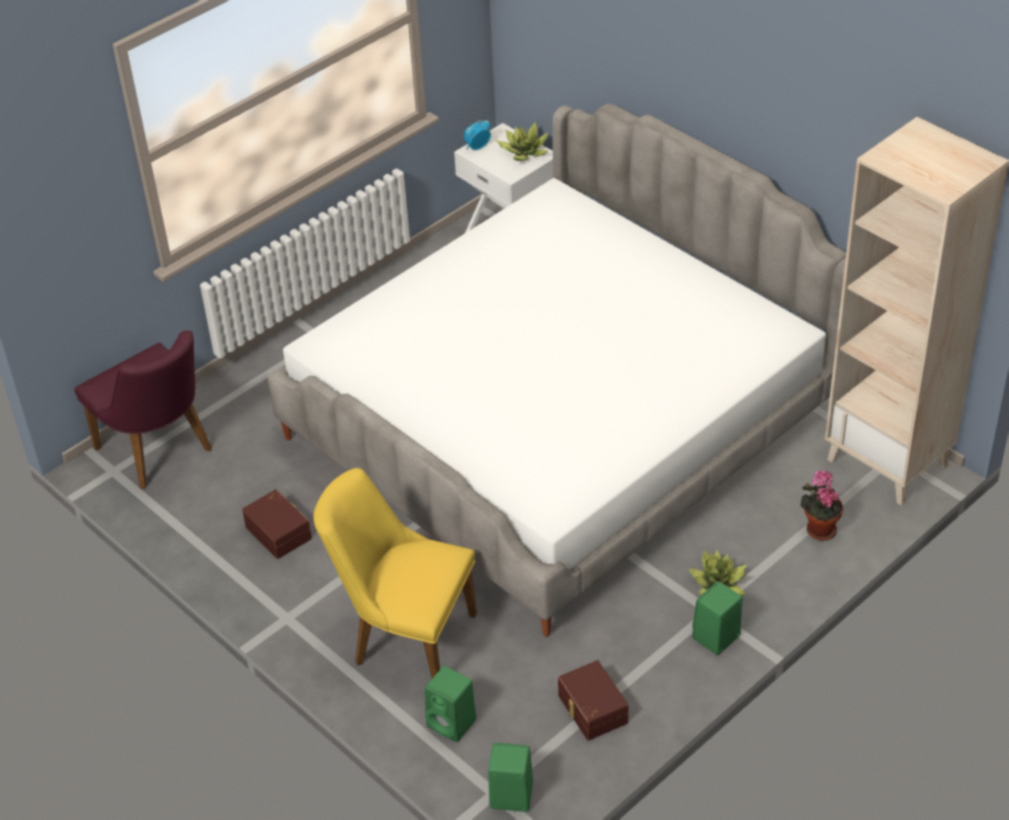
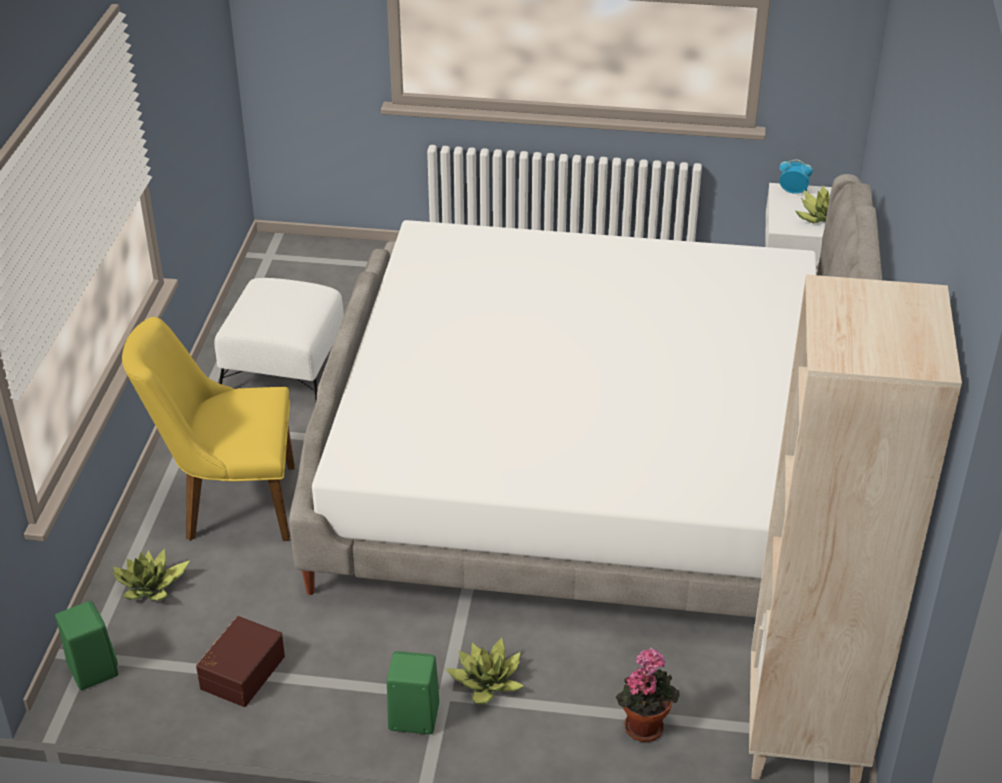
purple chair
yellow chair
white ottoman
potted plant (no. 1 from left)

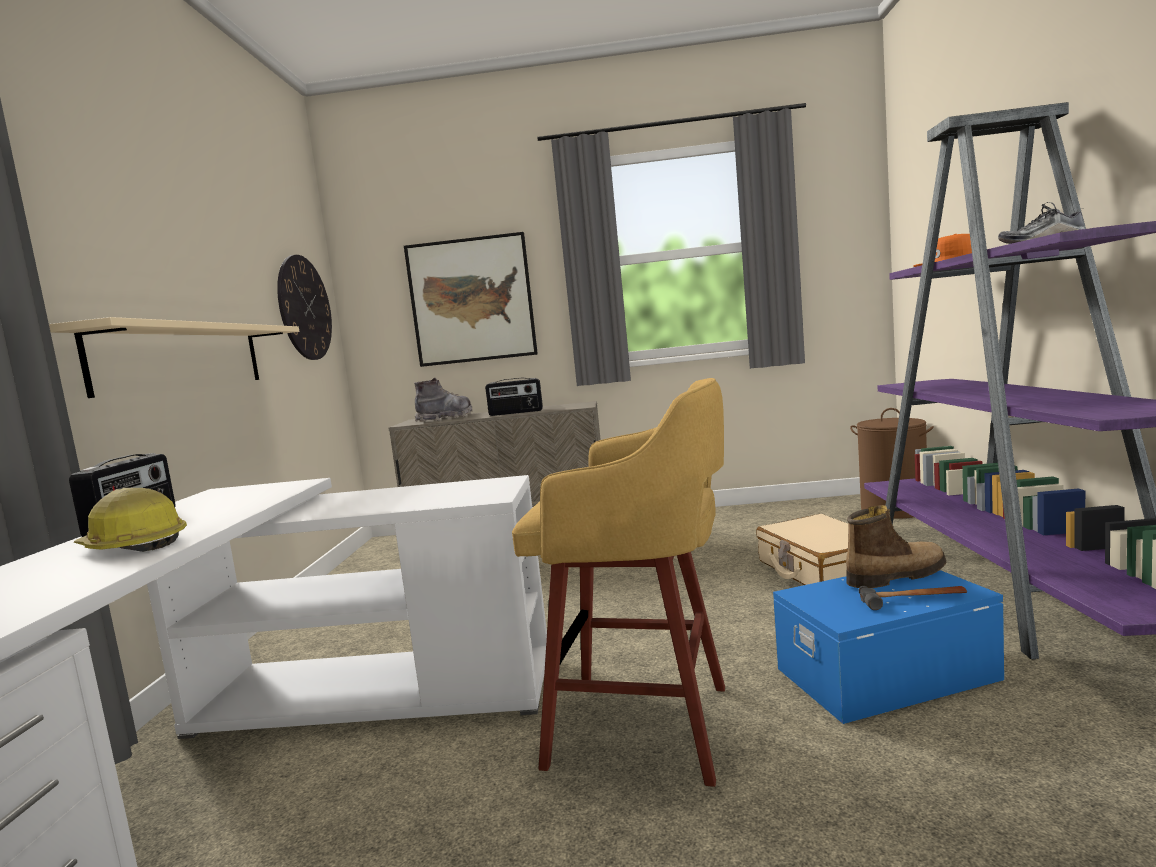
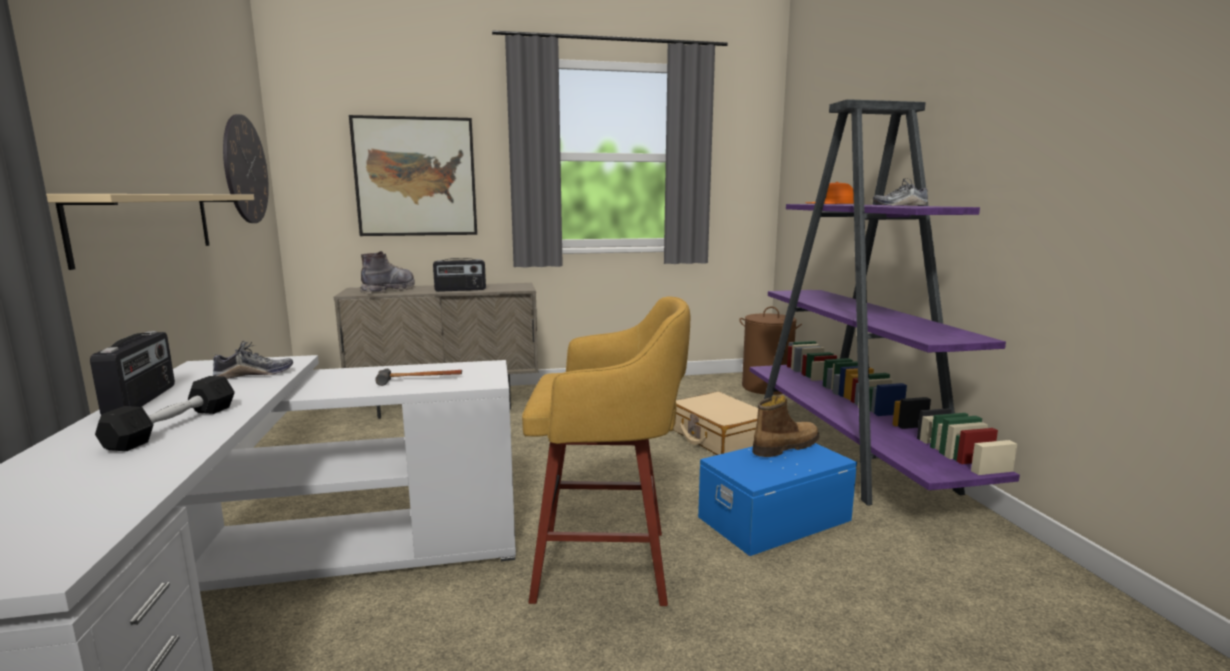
black dumbbell
hammer
shoe (no. 1 from left)

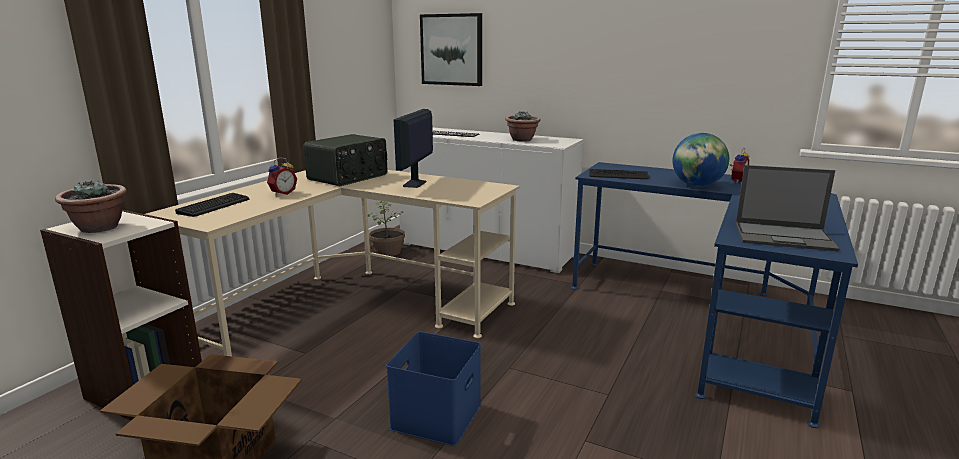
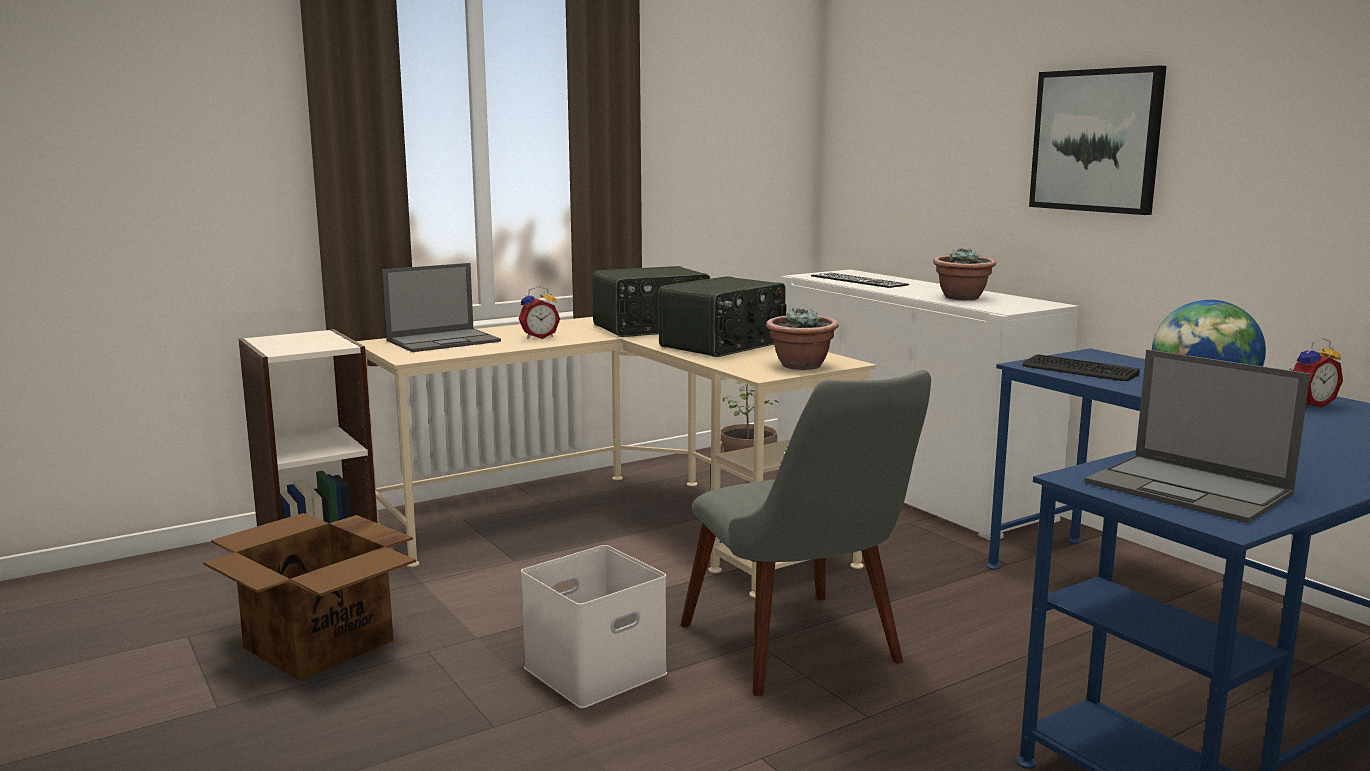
picture
radio (no. 2 from left)
potted plant (no. 2 from left)
laptop (no. 1 from left)
white storage box
grey chair

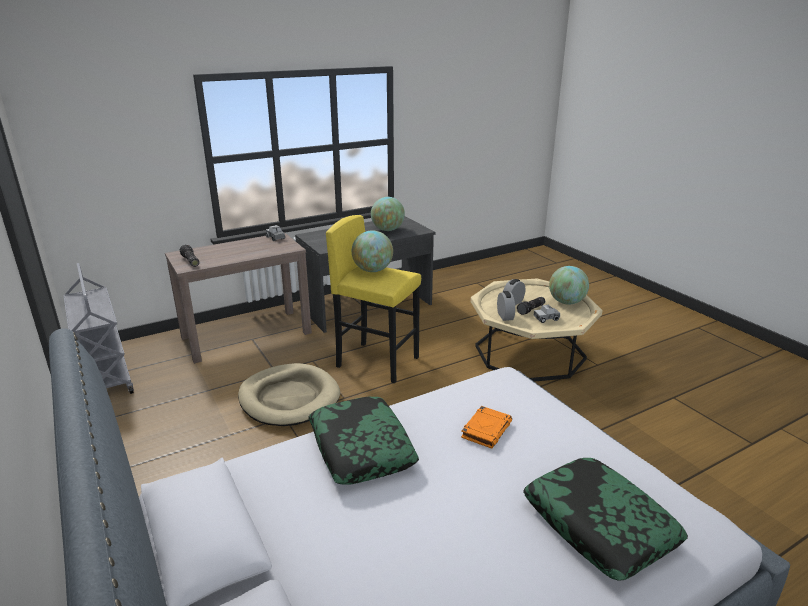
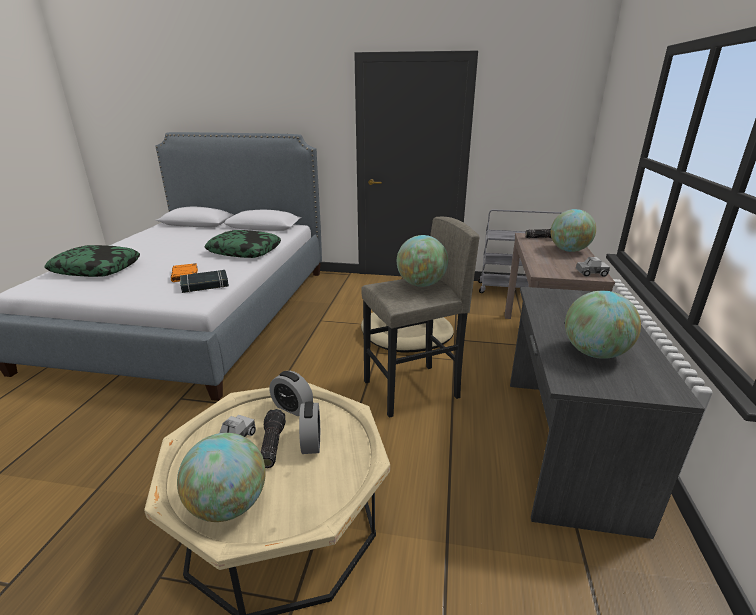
grey stool
globe (no. 3 from left)
black book

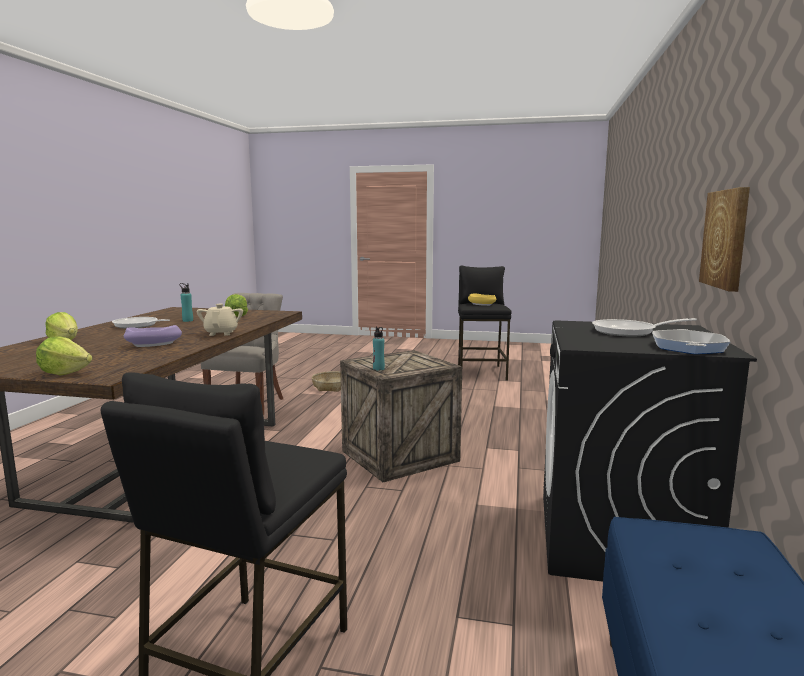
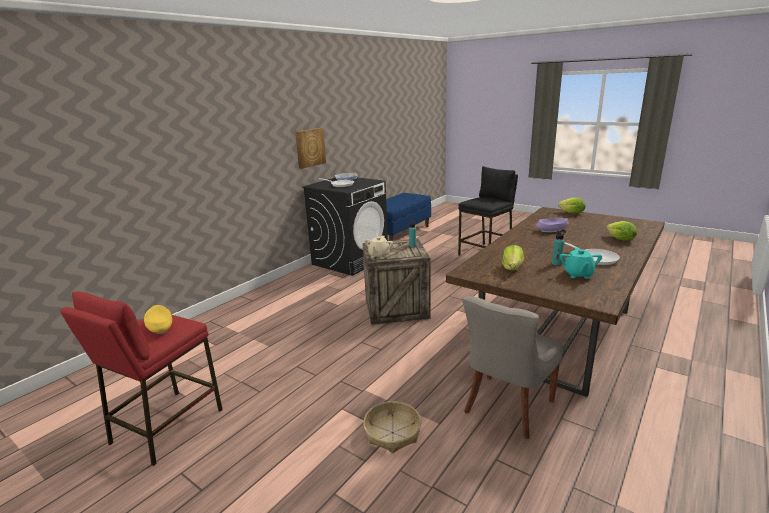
red stool
beige teapot
turquoise teapot

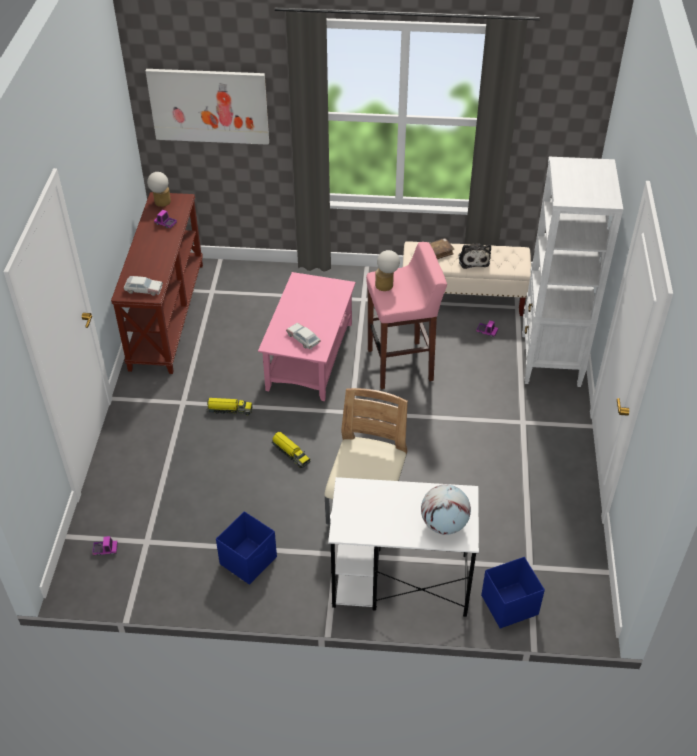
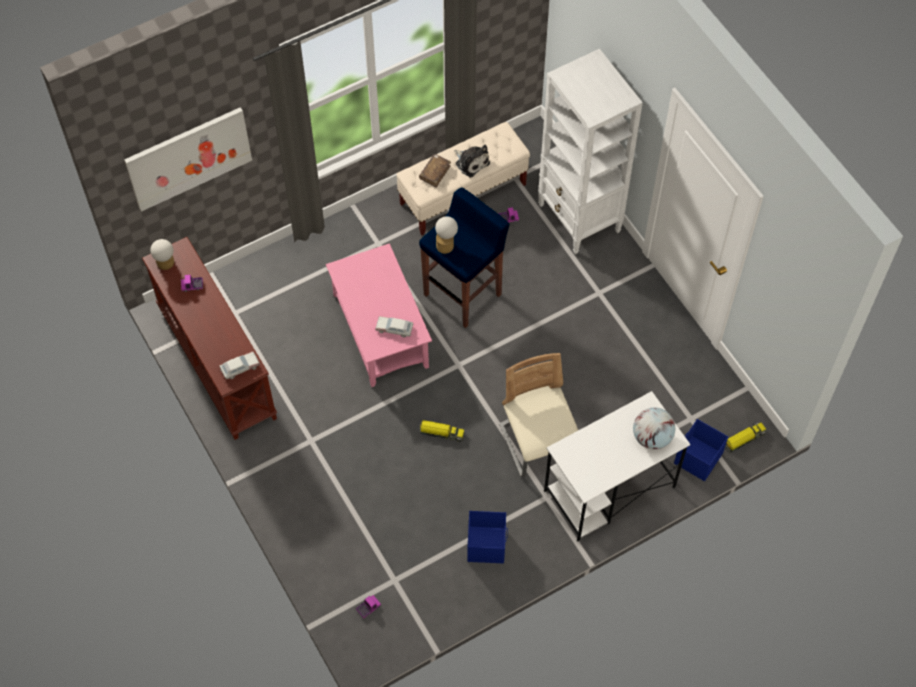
blue stool
toy truck (no. 5 from left)

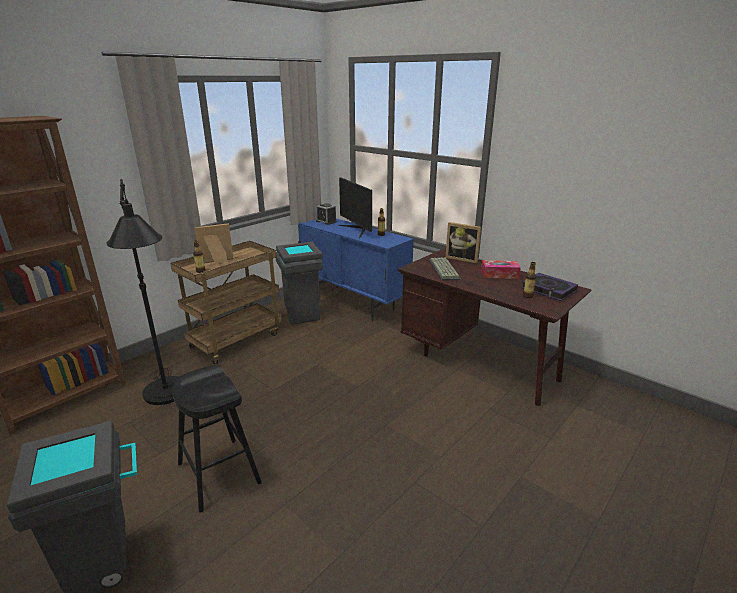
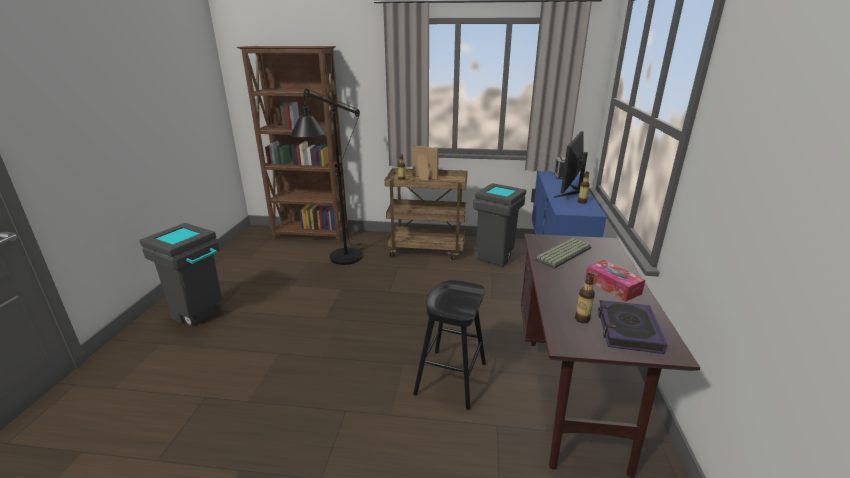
picture frame (no. 2 from left in the first image)
black stool

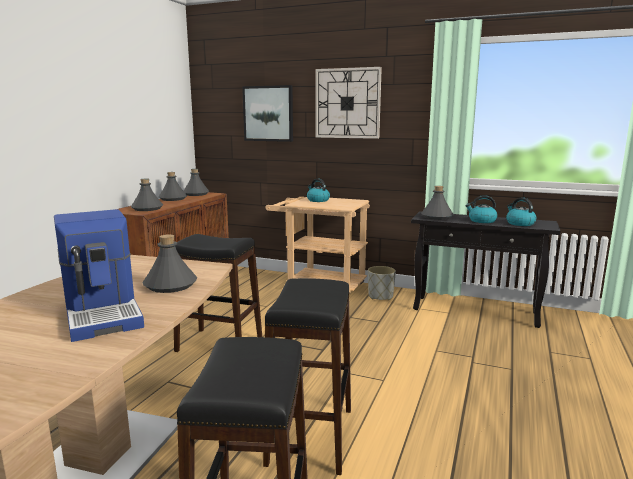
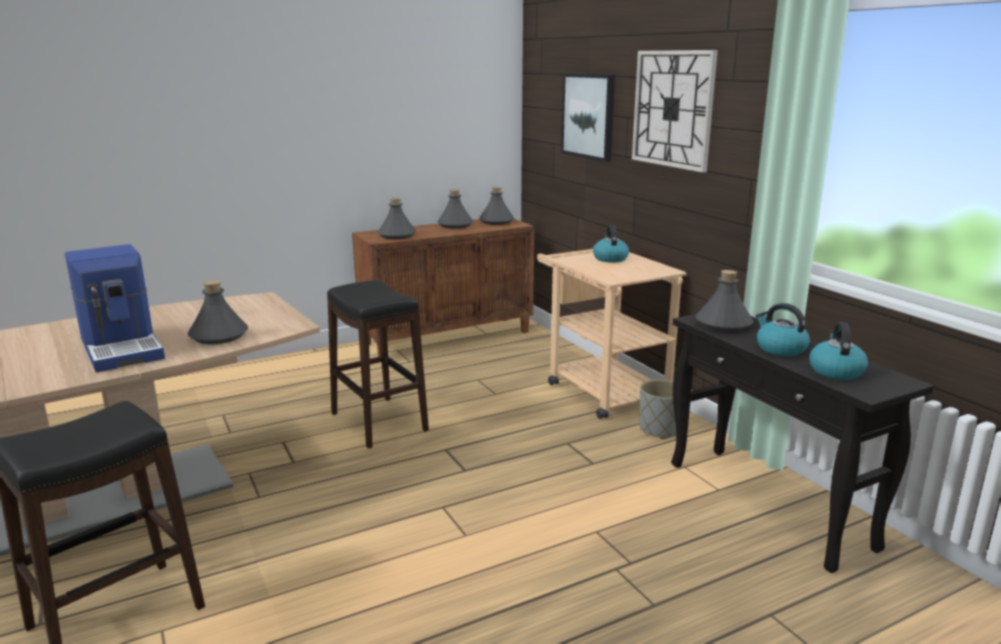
coffee machine
black stool (no. 3 from left in the first image)

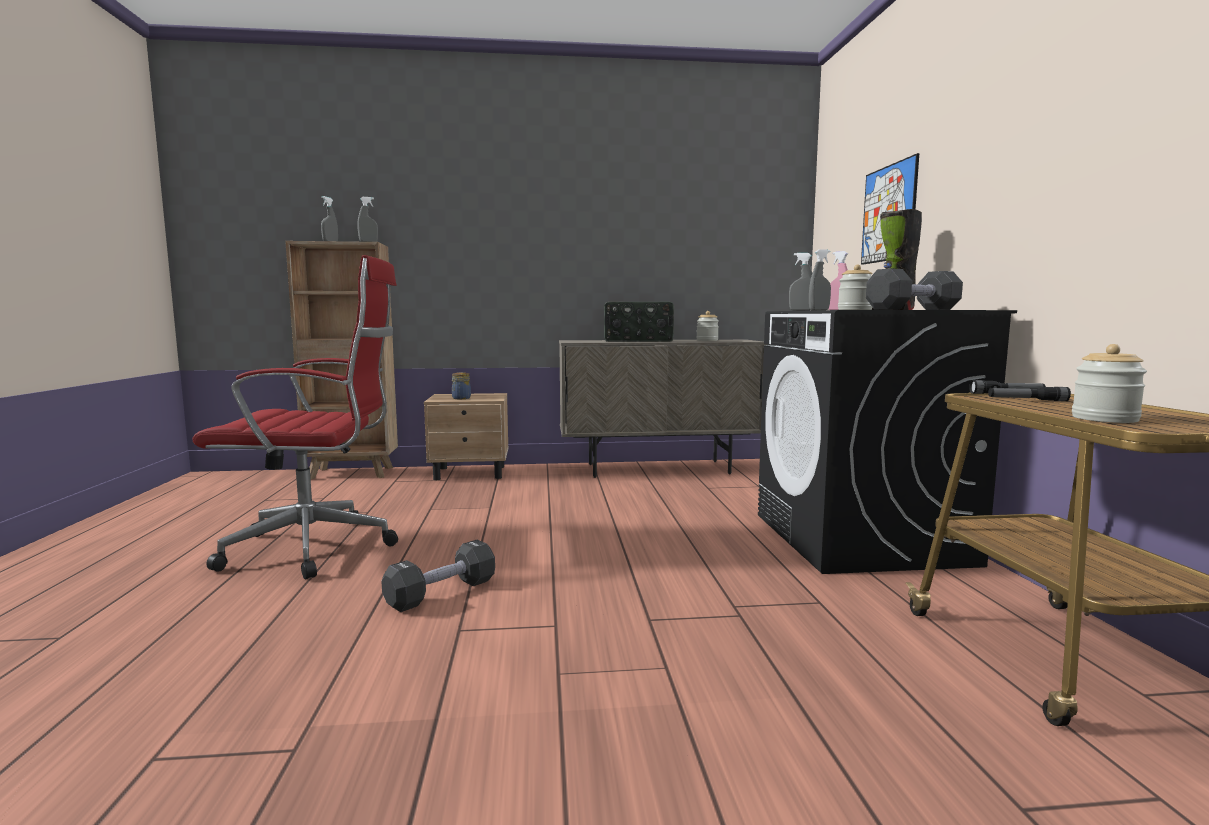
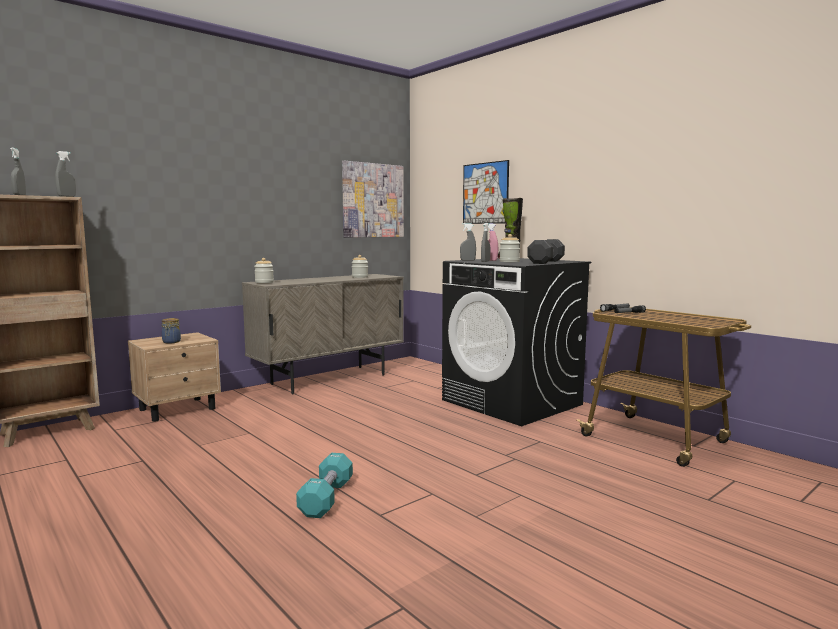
red office chair
radio
jar (no. 2 from left)
turquoise dumbbell
picture (no. 1 from left)

